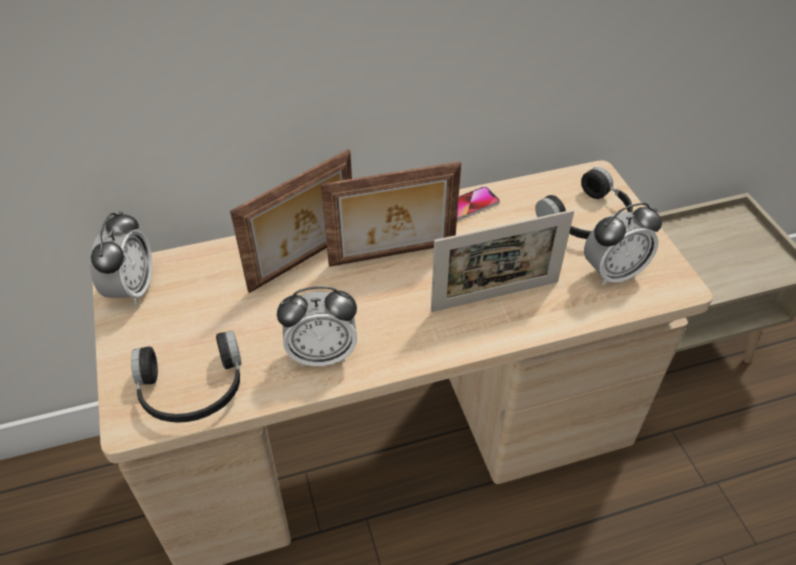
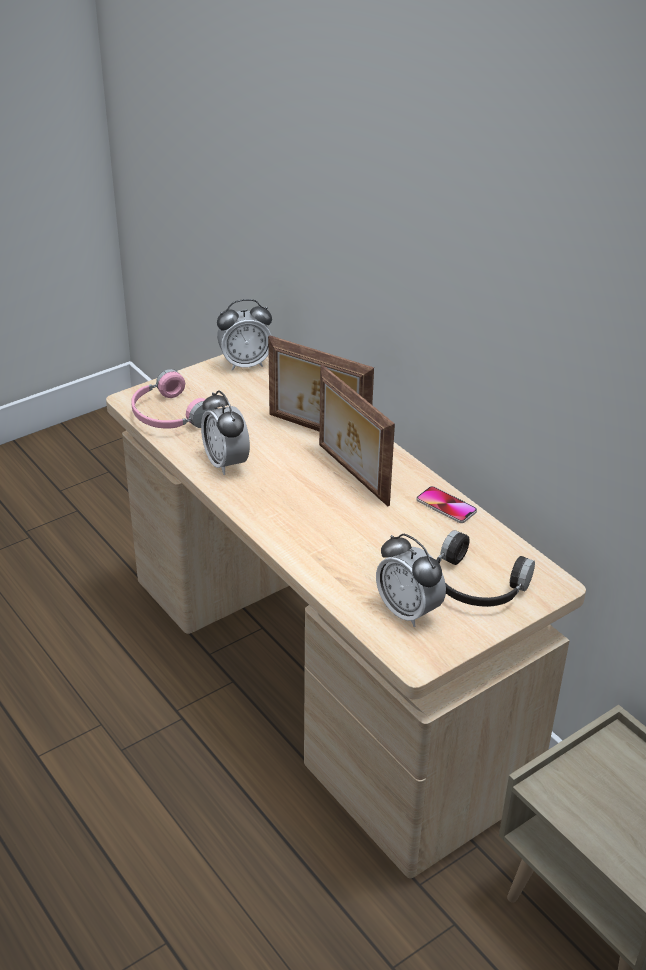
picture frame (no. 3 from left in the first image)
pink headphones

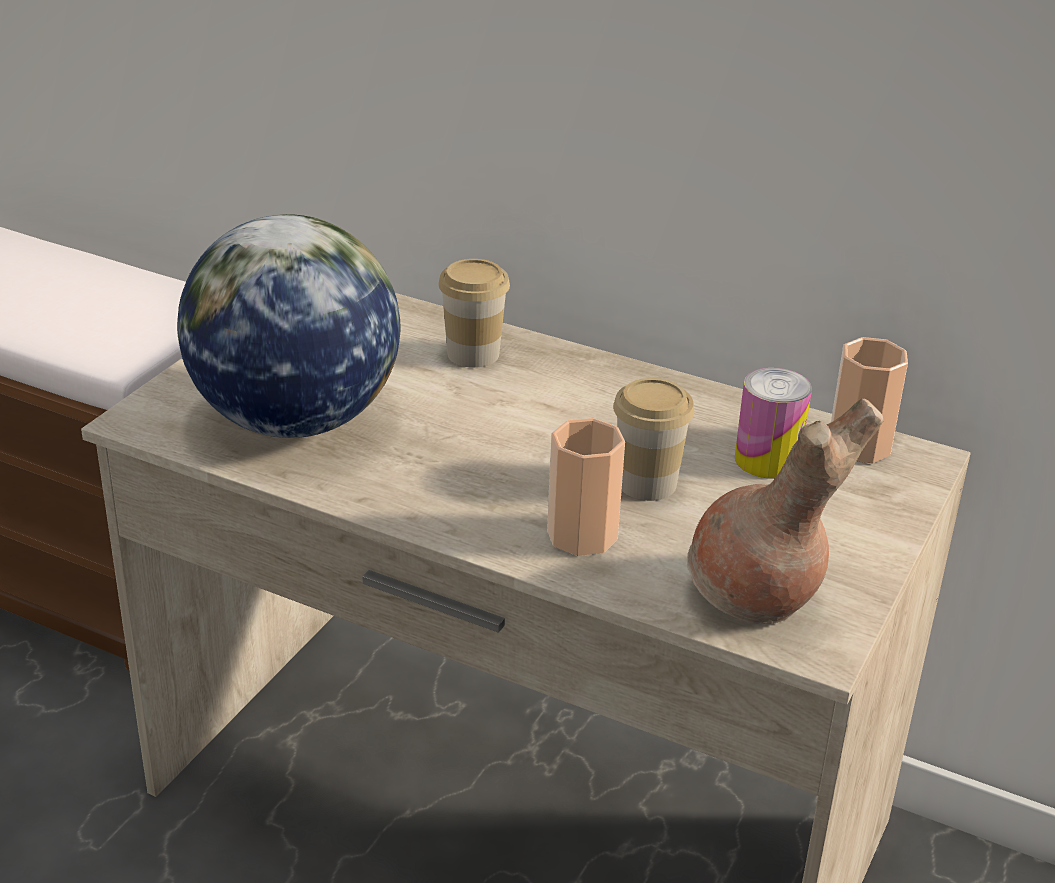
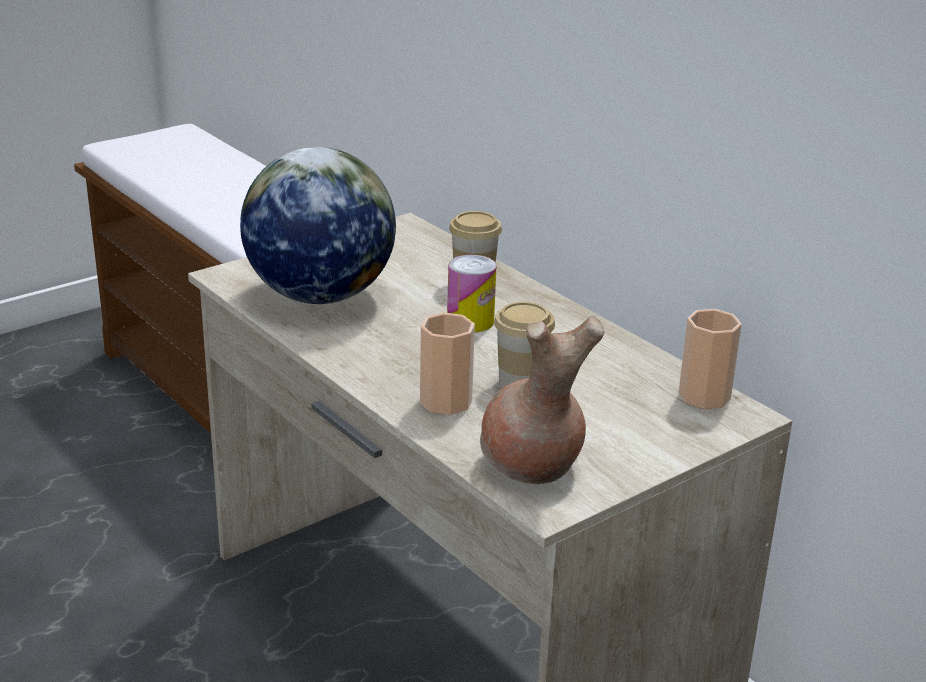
can

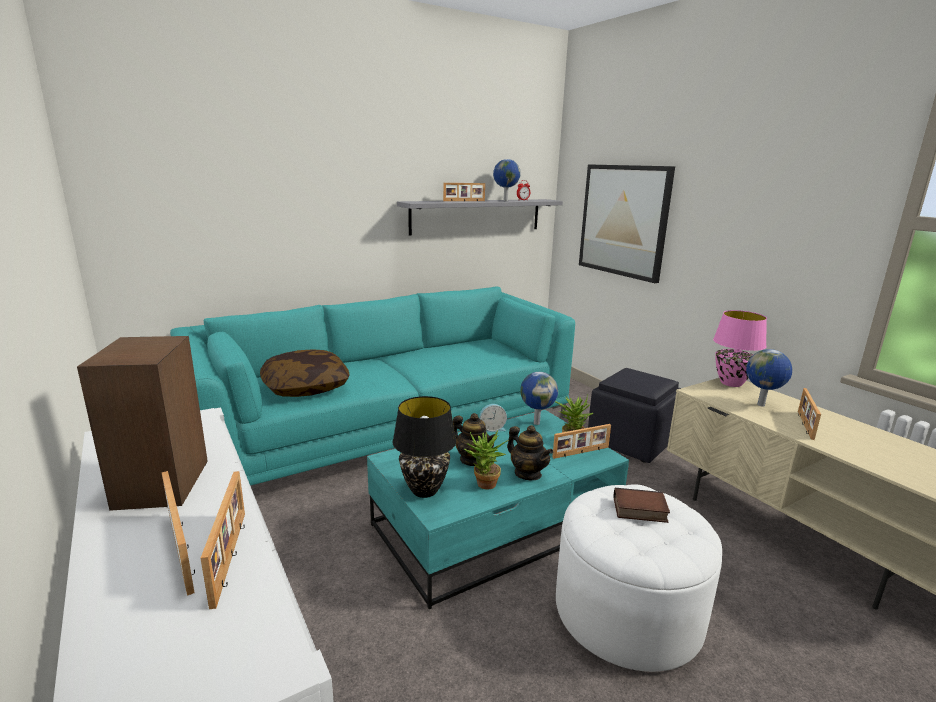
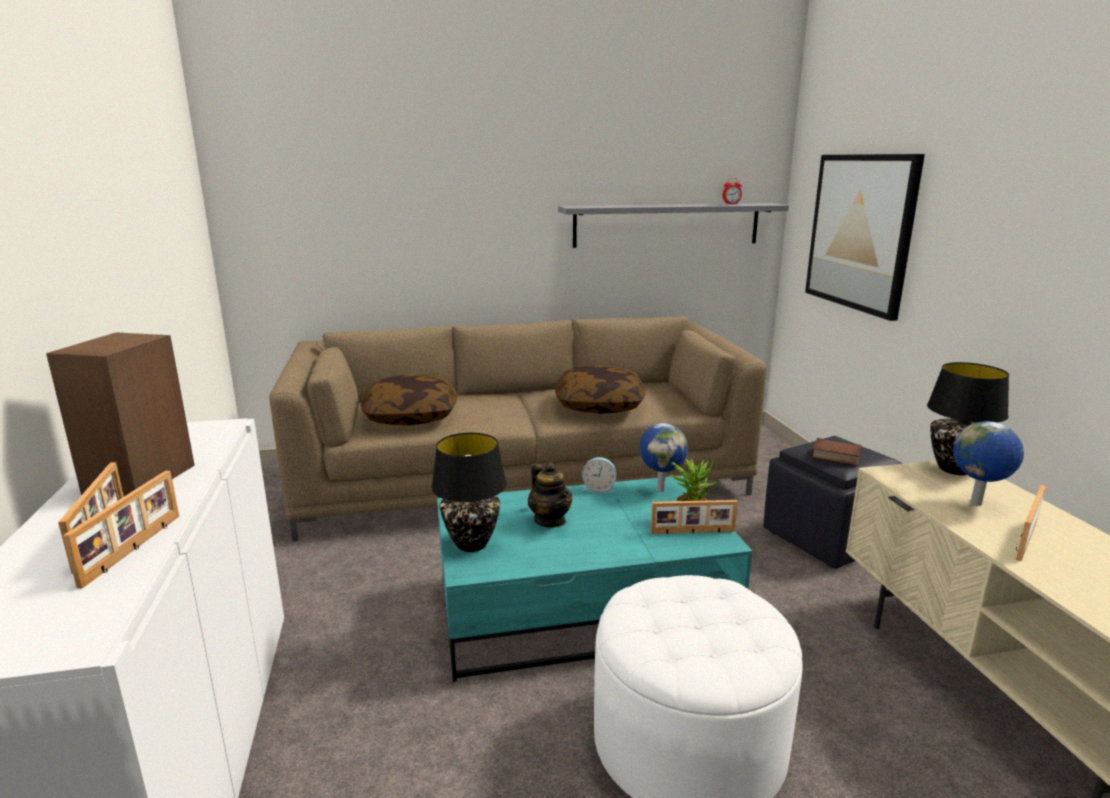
globe (no. 1 from left in the first image)
picture frame (no. 3 from left in the first image)
brown sofa
black table lamp (no. 2 from left)
teapot (no. 2 from left in the first image)
potted plant (no. 1 from left in the first image)
book
pillow (no. 2 from left)

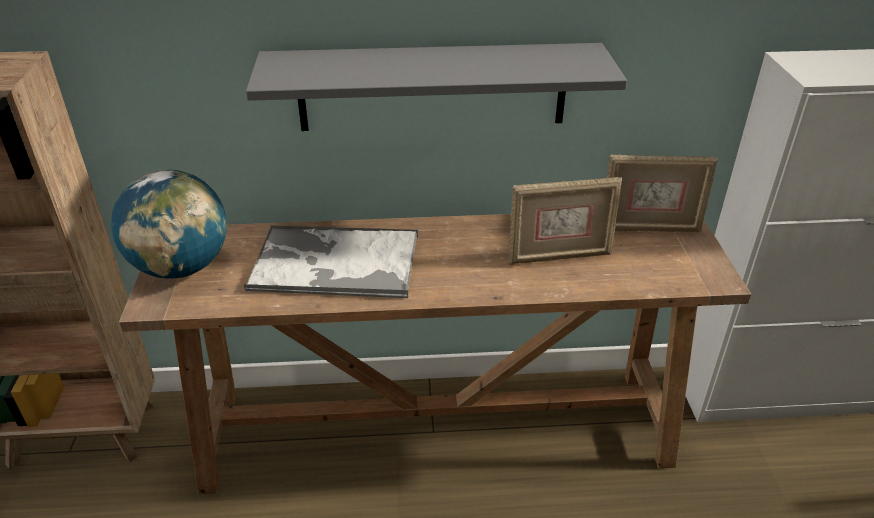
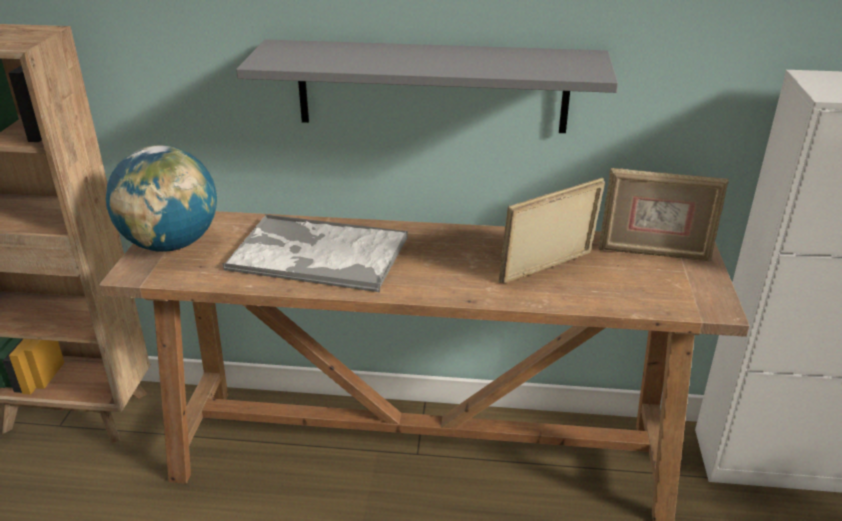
picture frame (no. 1 from left)

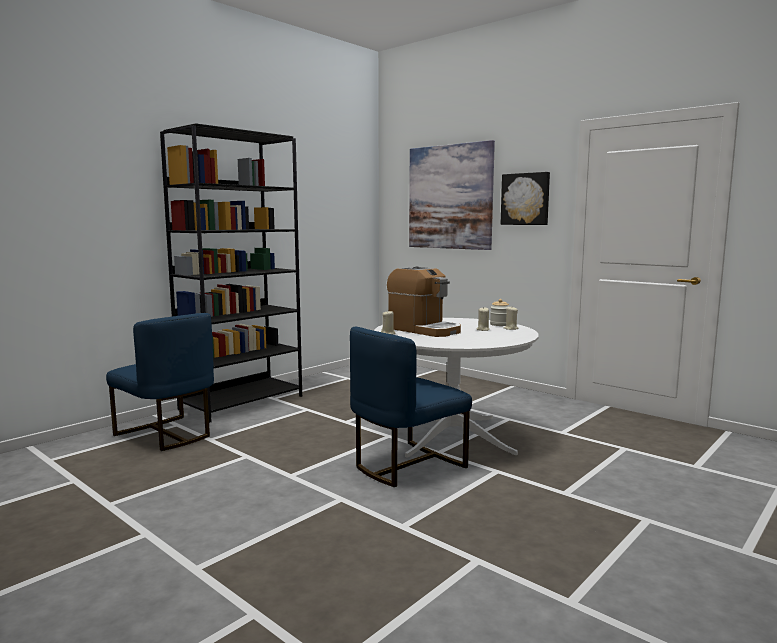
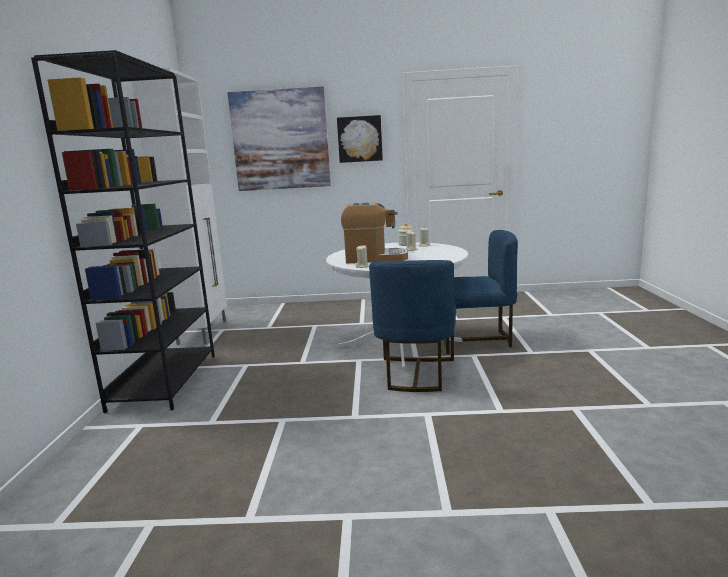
blue chair (no. 2 from left)
white cabinet

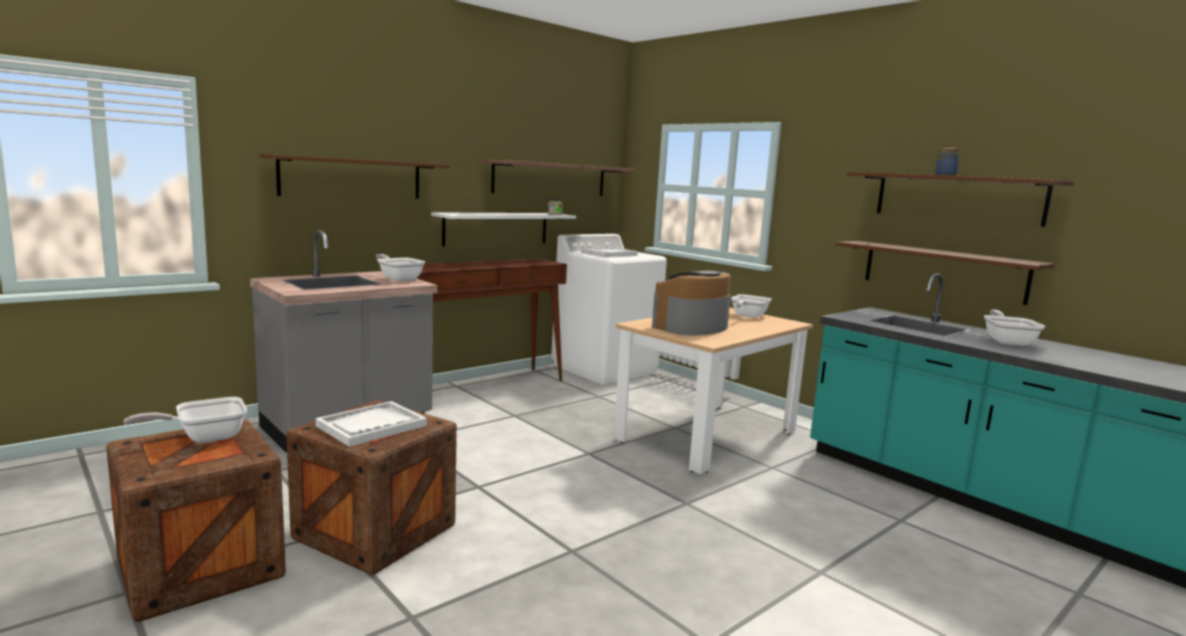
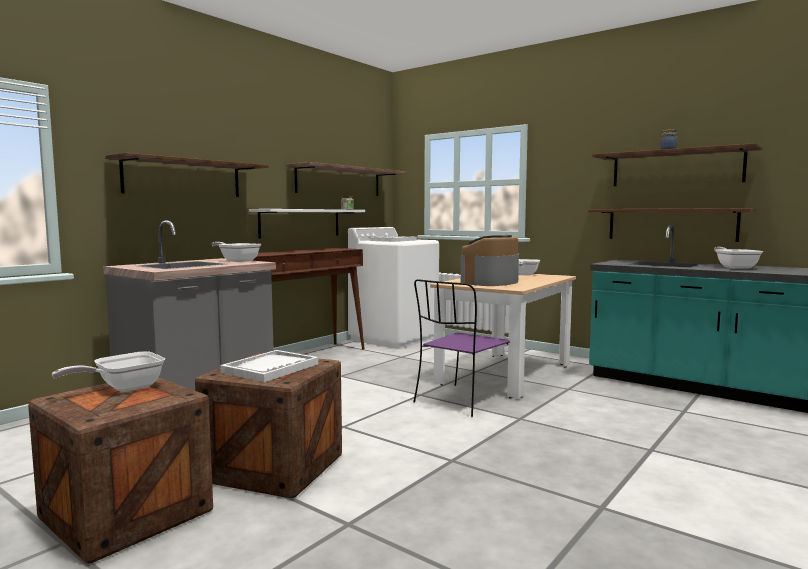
purple chair

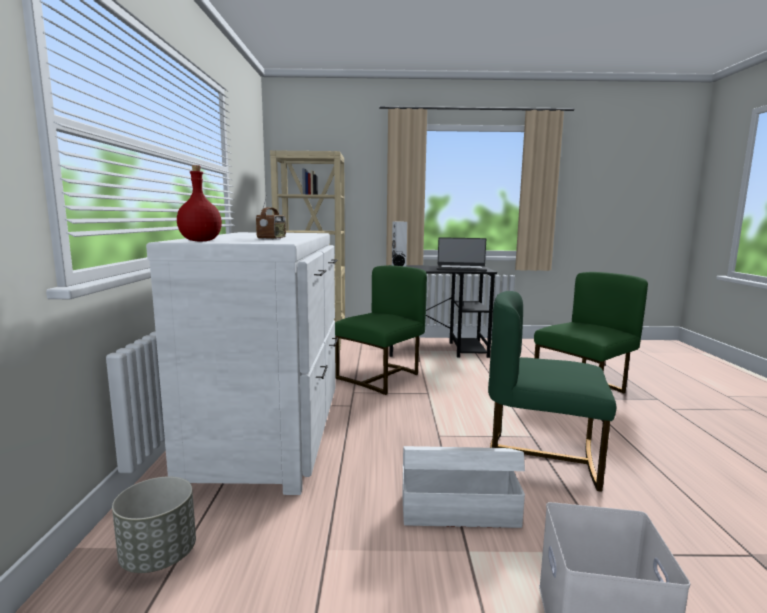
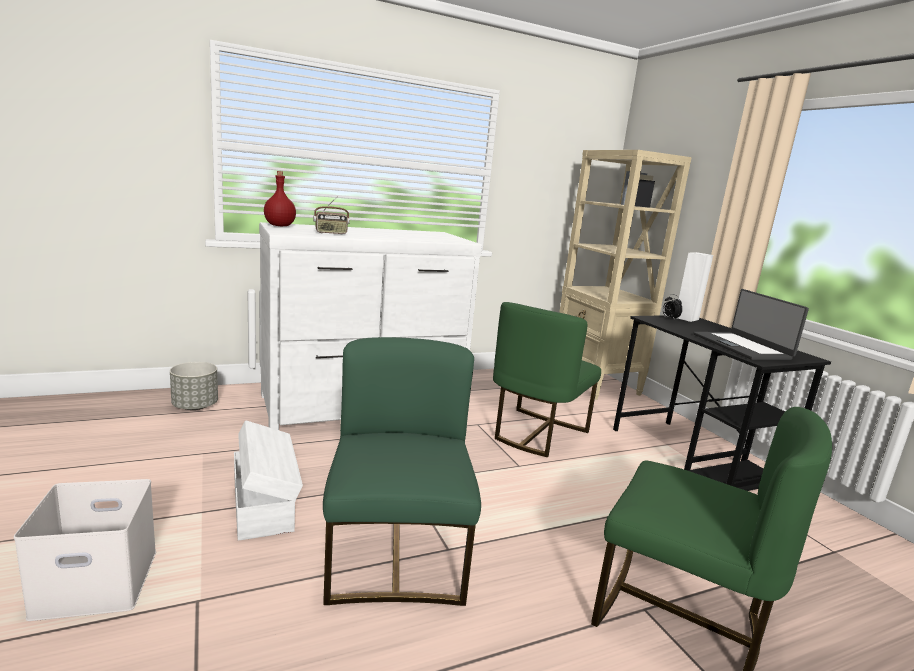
green chair (no. 2 from left)

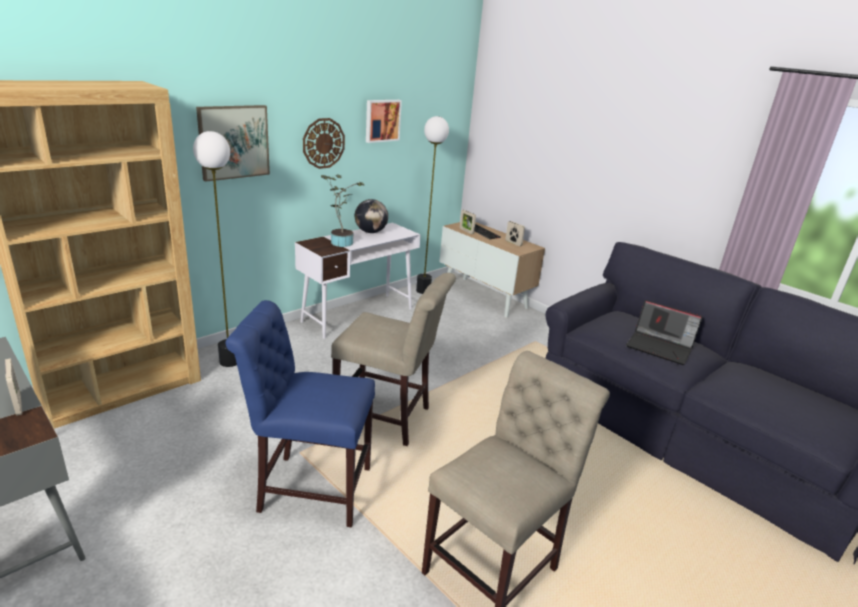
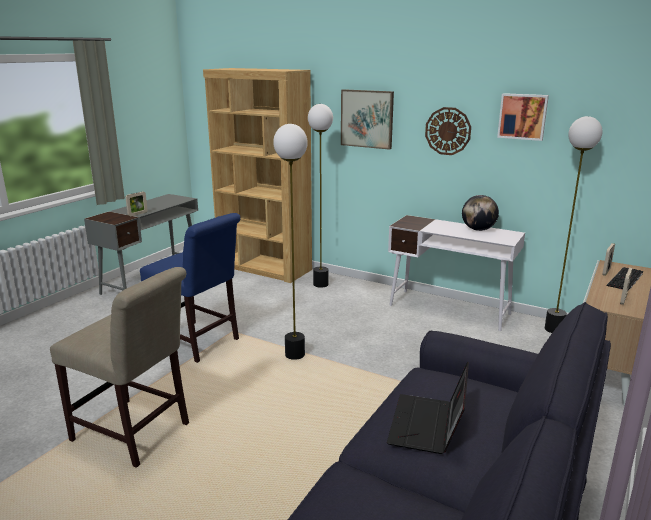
potted plant
floor lamp (no. 1 from left)
blue chair

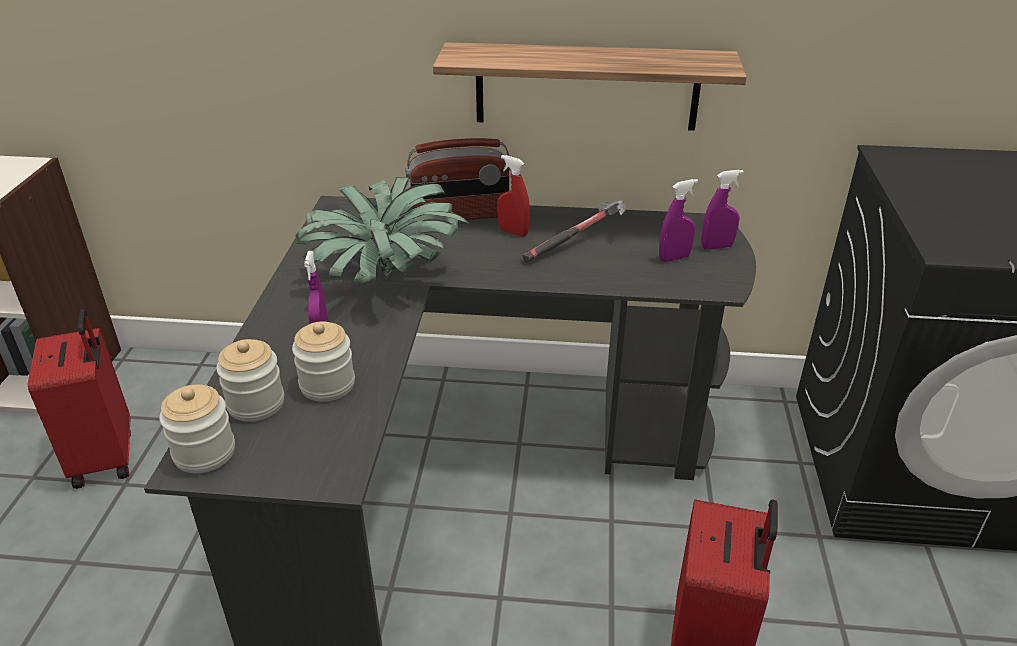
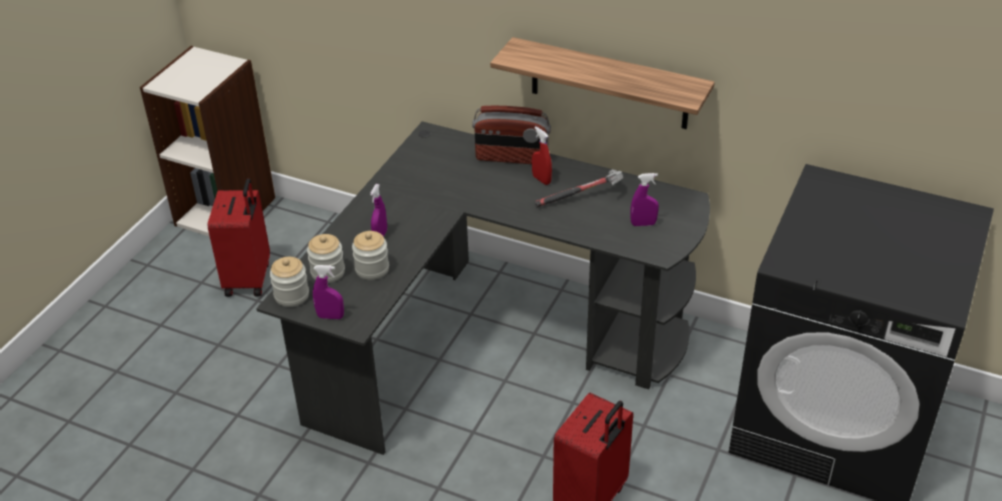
purple spray bottle (no. 1 from left)
potted plant

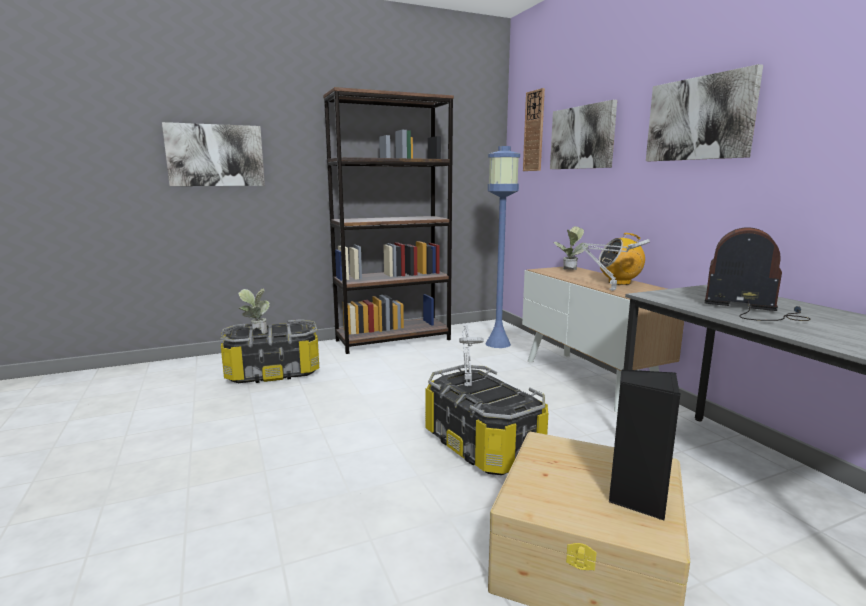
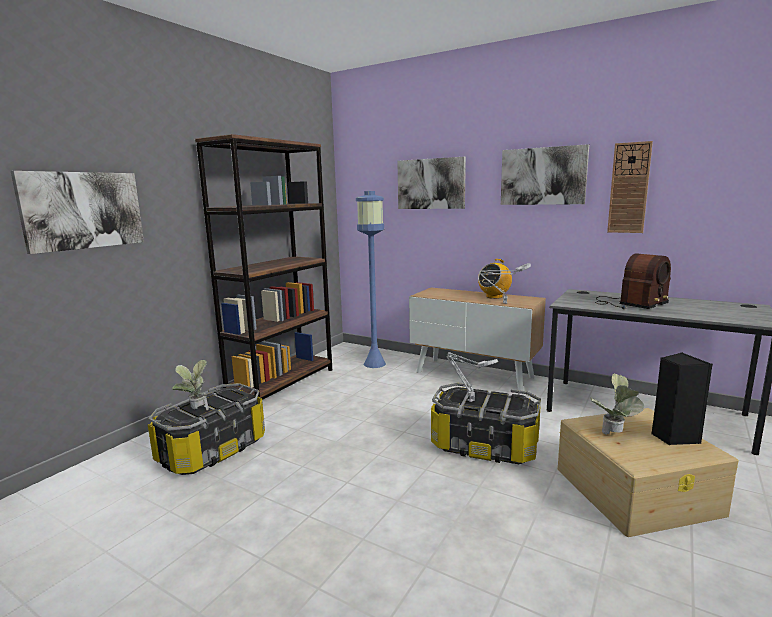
wall clock
potted plant (no. 2 from left)
radio (no. 2 from left)

